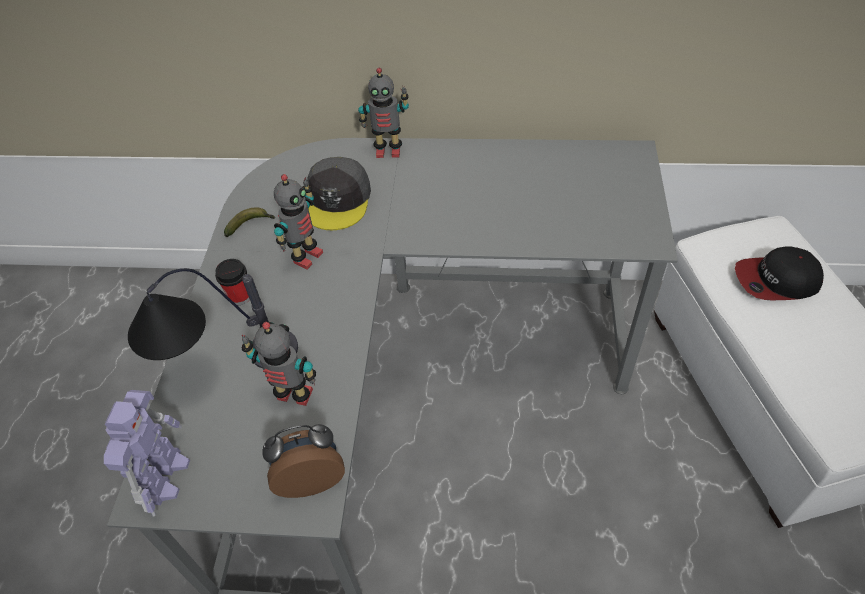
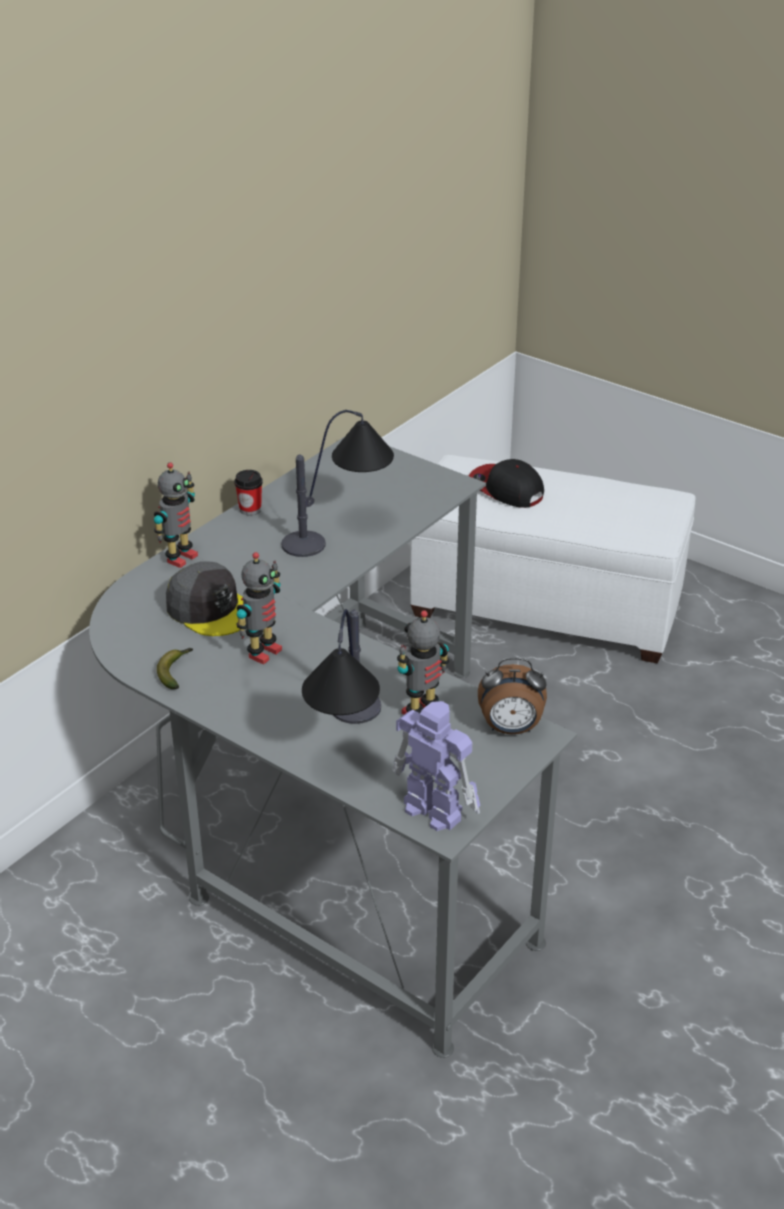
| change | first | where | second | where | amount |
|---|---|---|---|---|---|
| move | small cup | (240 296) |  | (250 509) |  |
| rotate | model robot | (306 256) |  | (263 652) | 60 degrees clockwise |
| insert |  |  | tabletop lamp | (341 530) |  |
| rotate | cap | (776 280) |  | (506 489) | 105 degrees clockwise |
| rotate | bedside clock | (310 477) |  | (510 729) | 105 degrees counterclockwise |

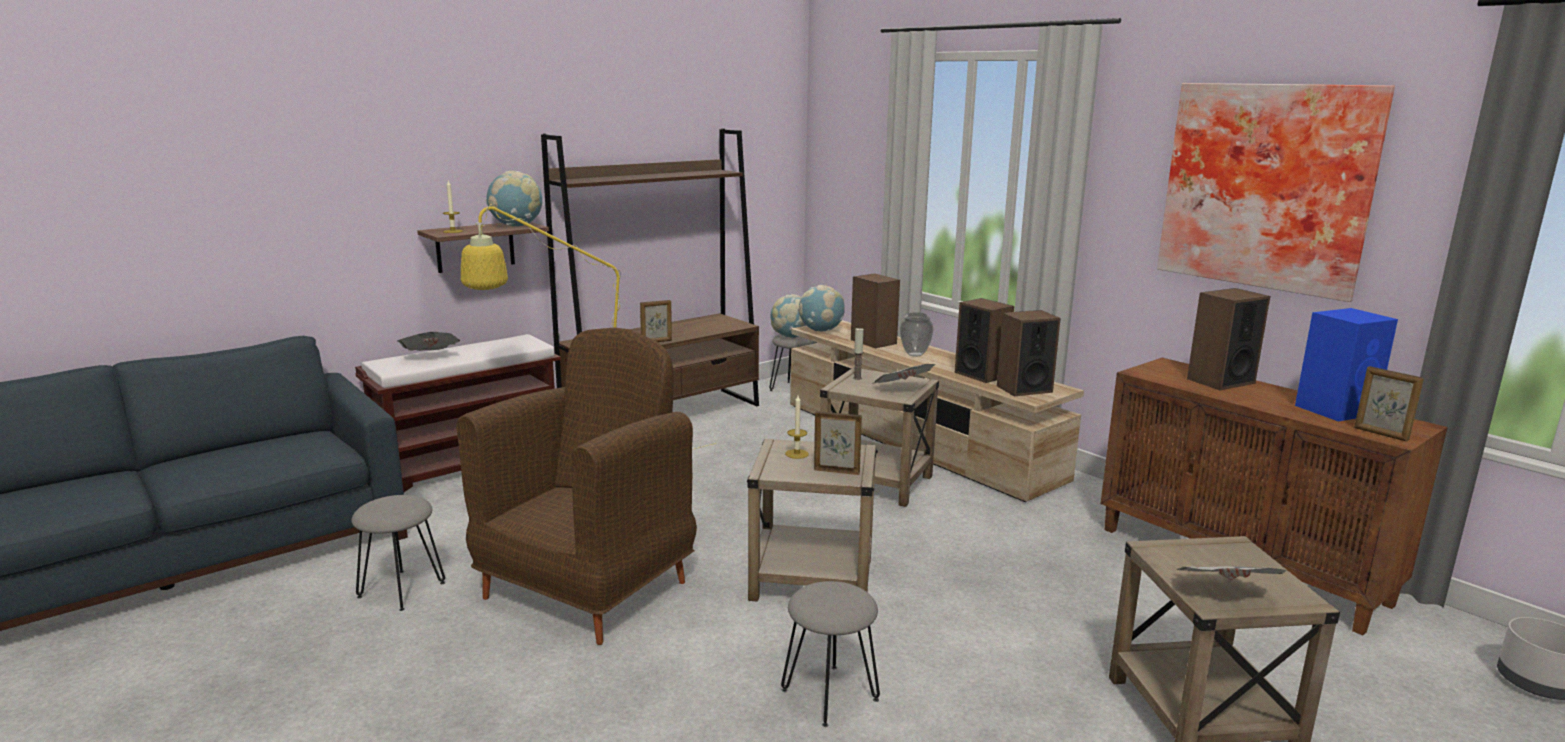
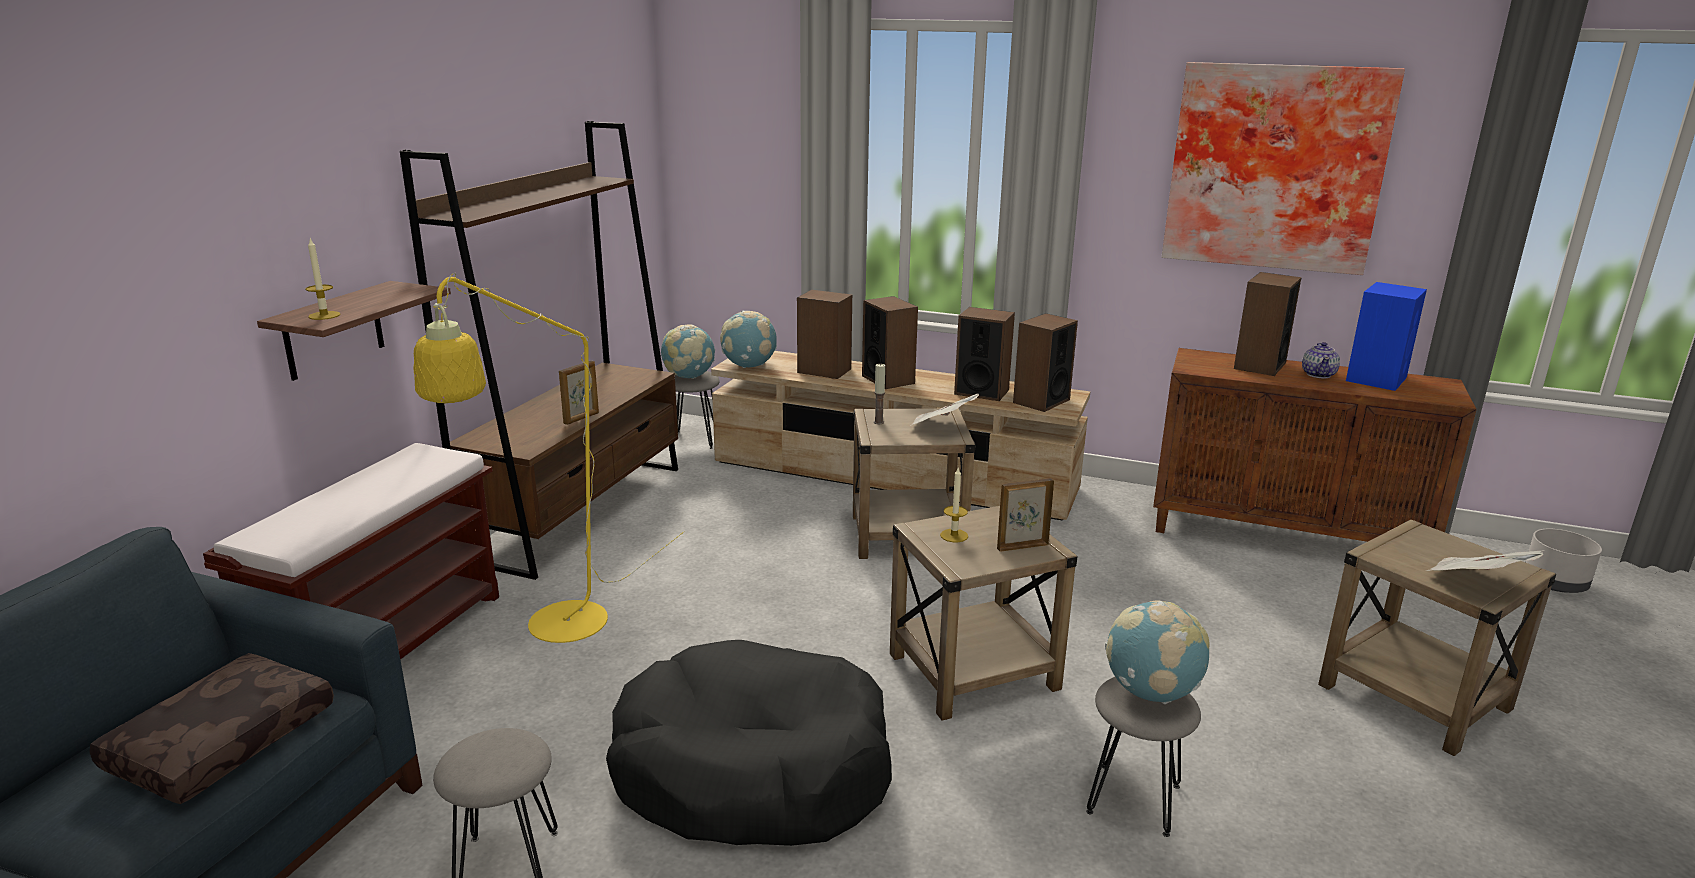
| change | first | where | second | where | amount |
|---|---|---|---|---|---|
| insert |  |  | throw pillow (brown) | (222 741) |  |
| replace | lounge chair (brown) | (588 588) | pet bed (blackish) | (752 771) |  |
| replace | vase | (915 355) | audio speaker | (888 379) |  |
| move | world globe | (516 226) |  | (1151 692) |  |
| insert |  |  | teapot | (1318 374) |  |
| delete | printed paper | (431 357) |  |  |  |
| delete | photo frame | (1380 434) |  |  |  |

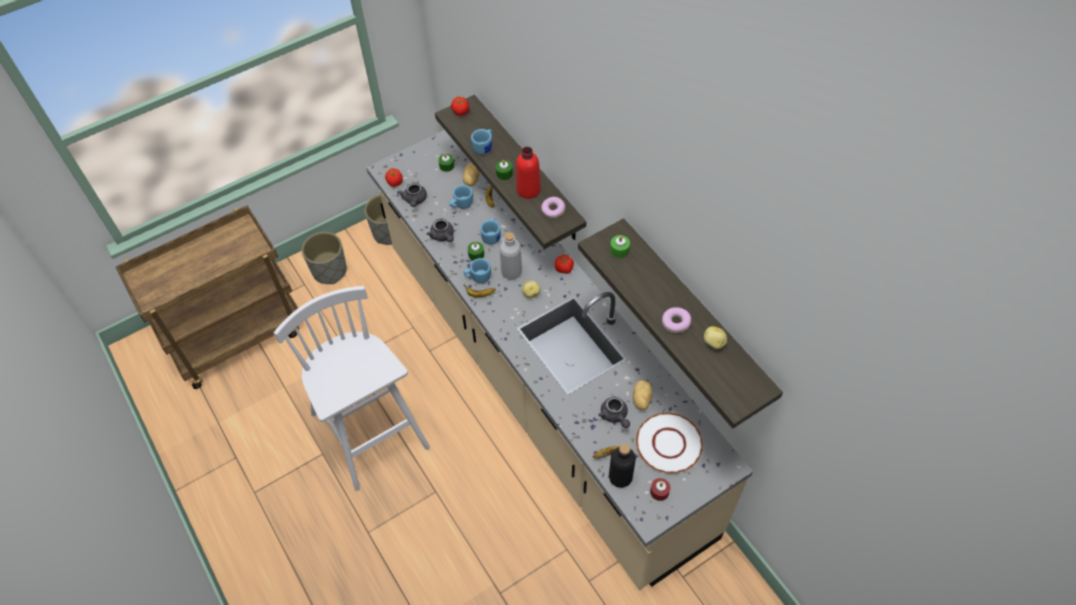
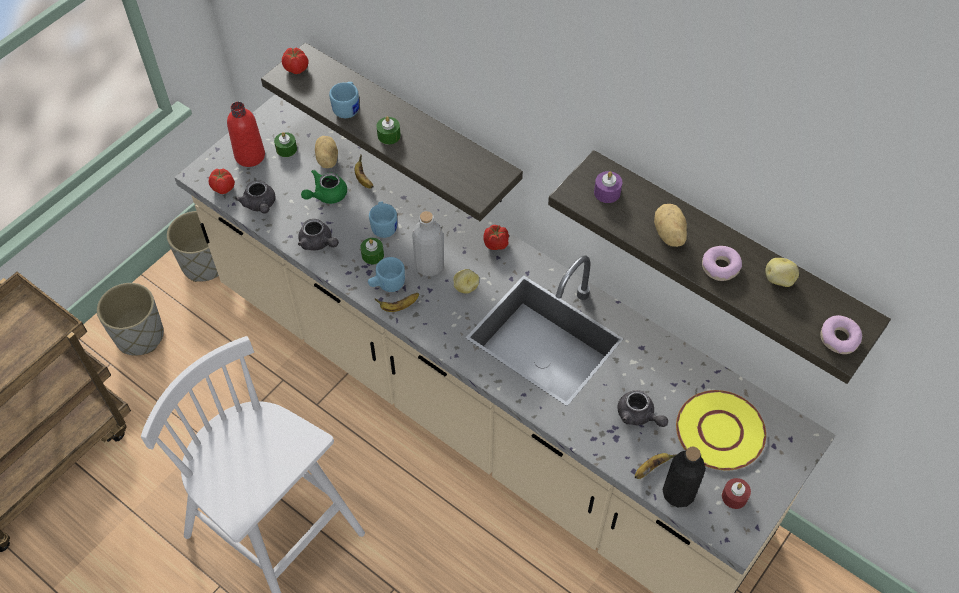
| change | first | where | second | where | amount |
|---|---|---|---|---|---|
| move | drink bottle (reddish) | (528 189) |  | (250 156) |  |
| replace | mug (blue) | (461 204) | teapot (green-coloured) | (326 195) |  |
| recolor | wax candle (green-coloured) | (619 250) | wax candle (purple) | (607 192) |  |
| move | potato | (641 400) |  | (668 235) |  |
| recolor | flat dish (whitish) | (669 443) | flat dish (yellow-coloured) | (720 431) |  |
| move | donut | (553 210) |  | (839 338) |  |

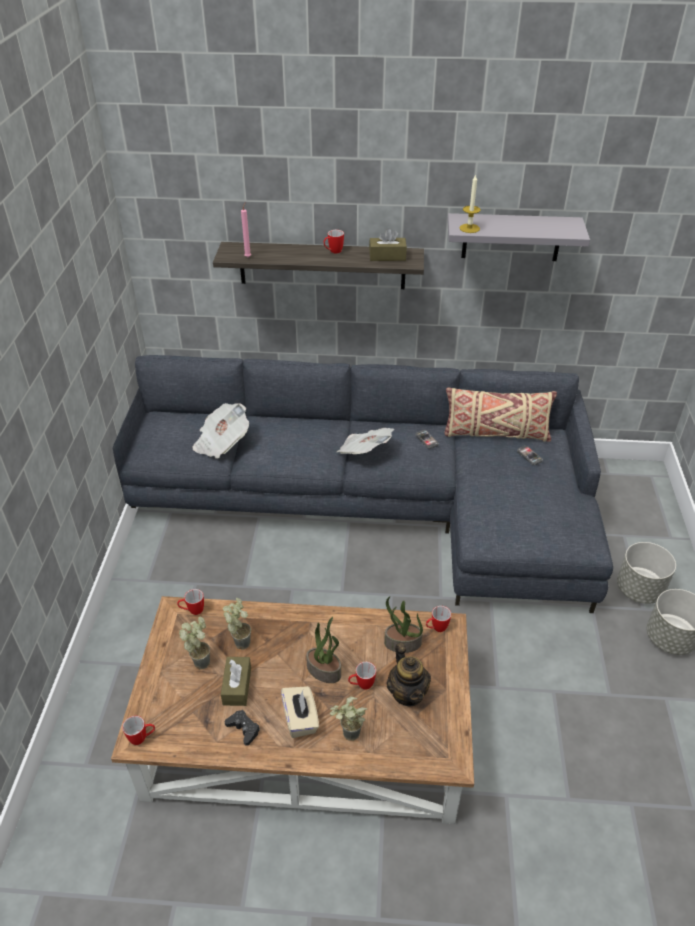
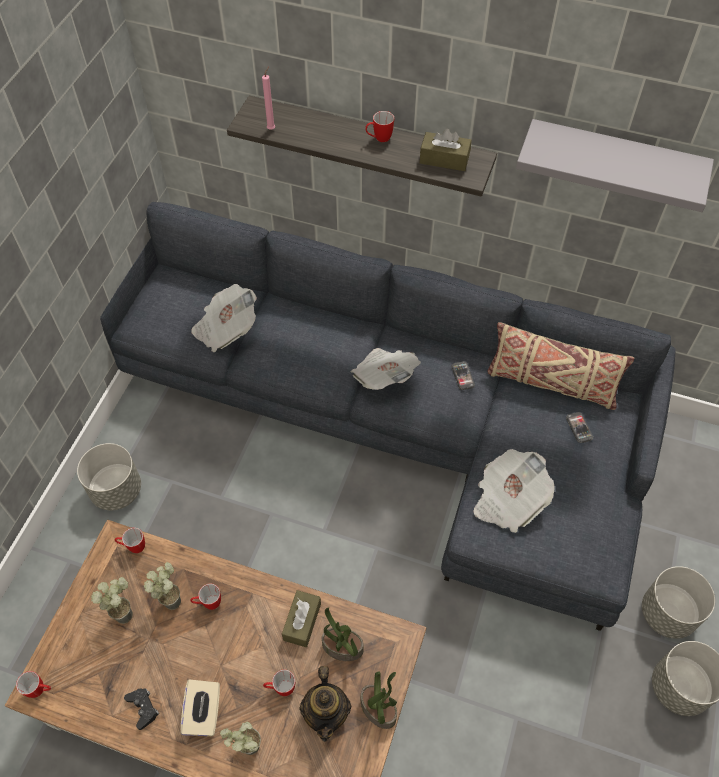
| change | first | where | second | where | amount |
|---|---|---|---|---|---|
| insert |  |  | flower pot (gray) | (116 490) |  |
| move | mug | (436 628) |  | (208 603) |  |
| move | box of tissues (brown) | (237 686) |  | (302 622) |  |
| move | potted plant | (324 670) |  | (379 709) |  |
| insert |  |  | printed paper | (508 500) |  |
| delete | wax candle | (469 228) |  |  |  |

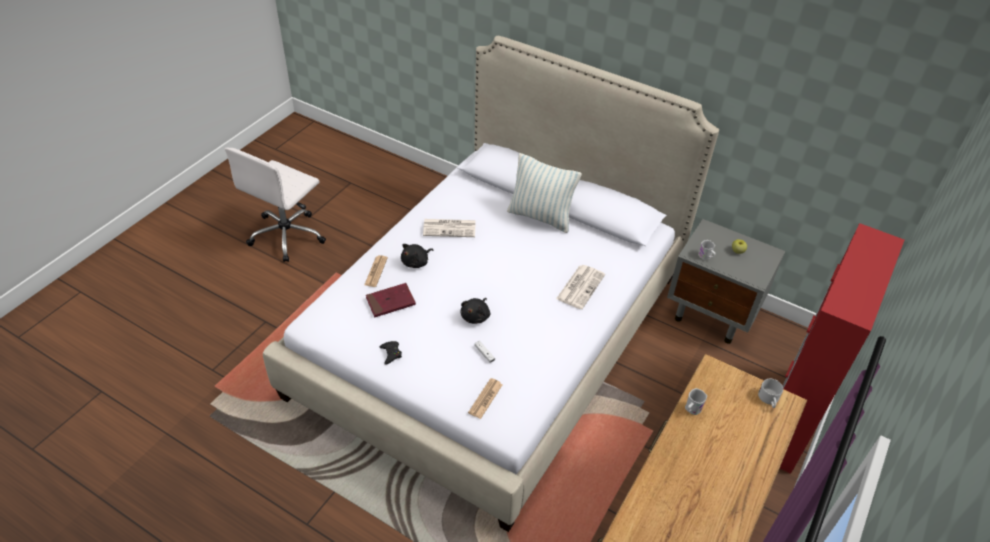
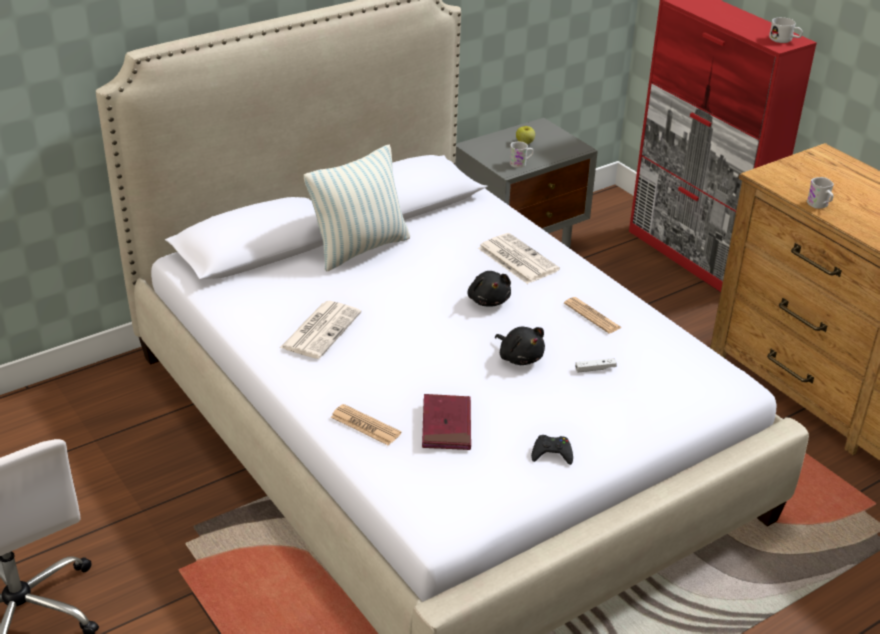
| change | first | where | second | where | amount |
|---|---|---|---|---|---|
| move | plush toy (blackish) | (416 262) |  | (488 300) |  |
| move | printed paper | (485 398) |  | (592 316) |  |
| move | mug (whitish) | (769 400) |  | (784 40) |  |

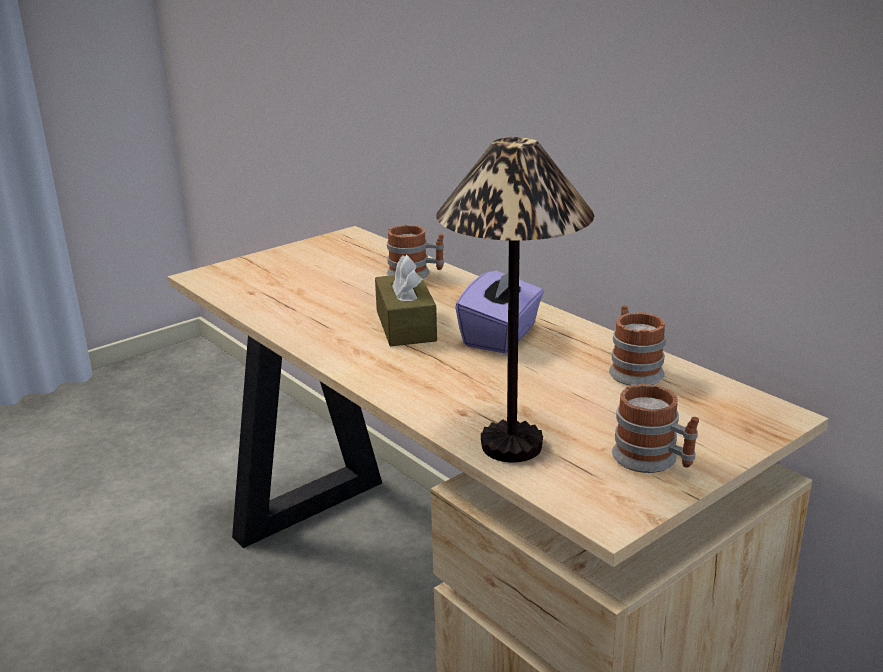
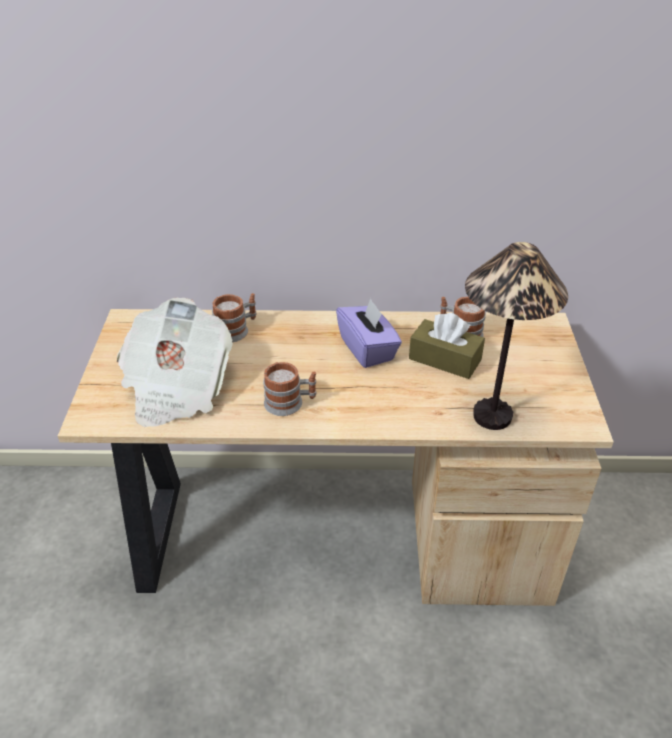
| change | first | where | second | where | amount |
|---|---|---|---|---|---|
| insert |  |  | printed paper | (176 387) |  |
| move | mug | (653 460) |  | (290 403) |  |
| move | box of tissues (brown) | (405 326) |  | (445 359) |  |

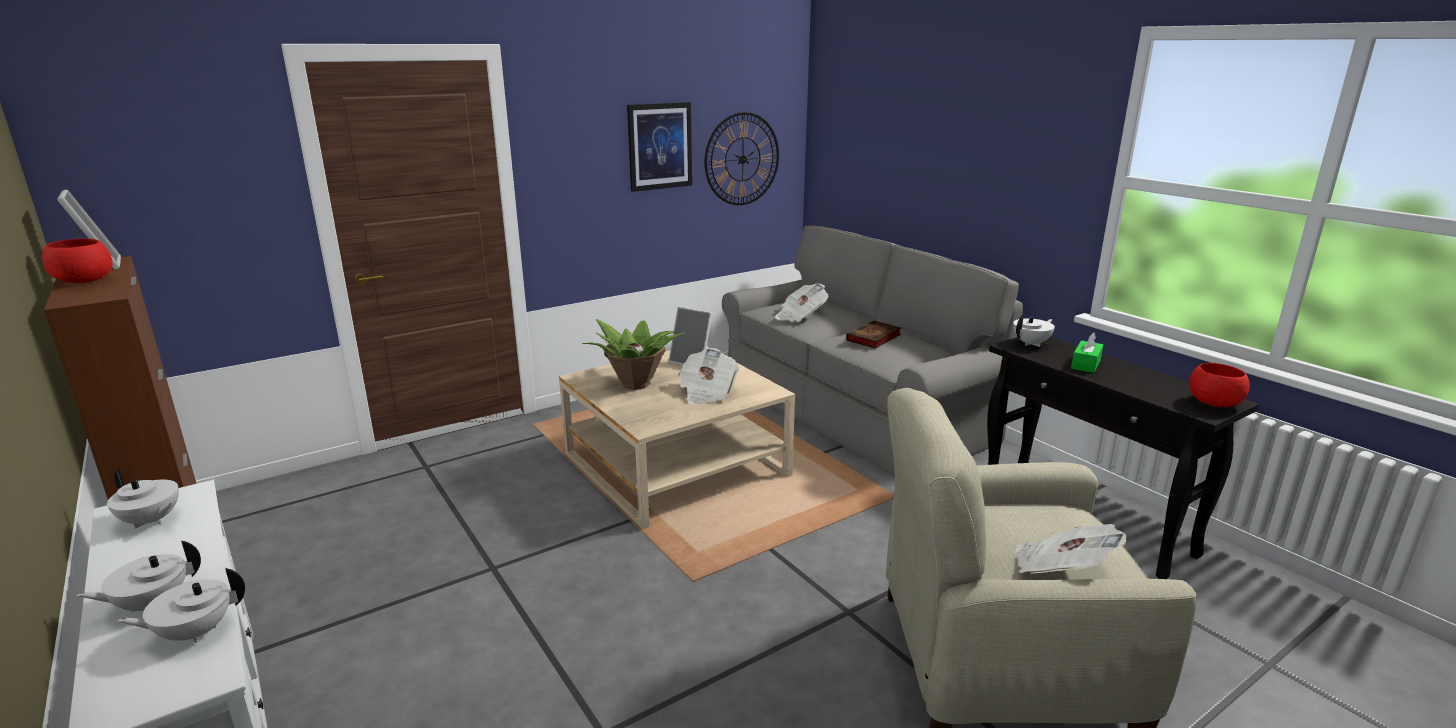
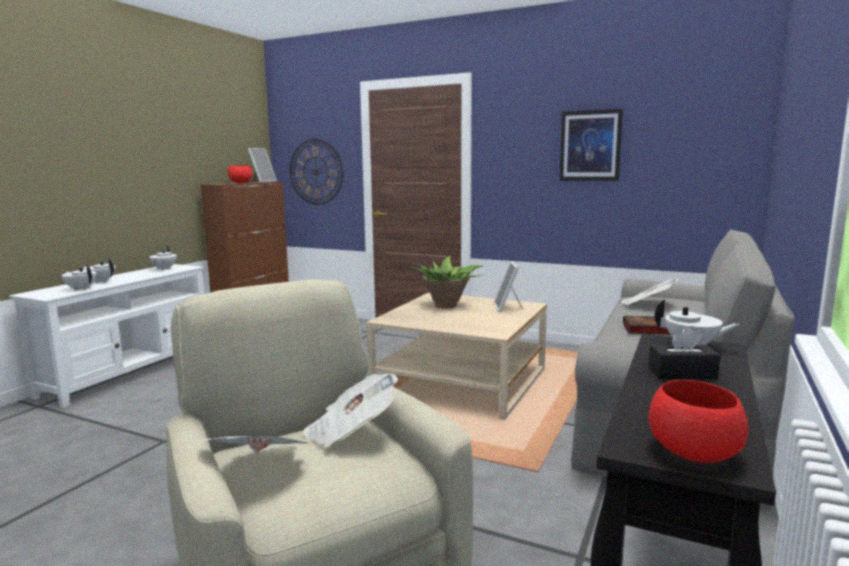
| change | first | where | second | where | amount |
|---|---|---|---|---|---|
| move | clock on the wall | (742 159) |  | (316 172) |  |
| move | printed paper | (707 392) |  | (351 432) |  |
| recolor | box of tissues (green-coloured) | (1085 364) | box of tissues (blackish) | (682 373) |  |

